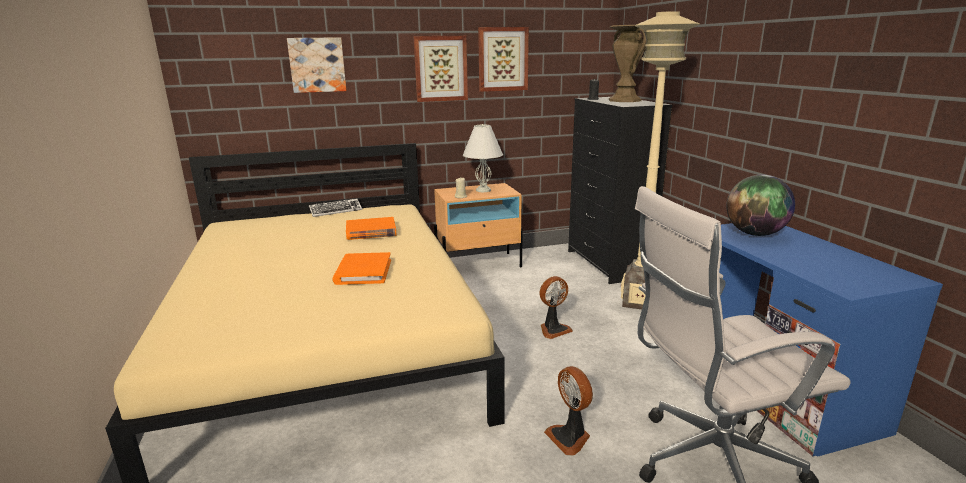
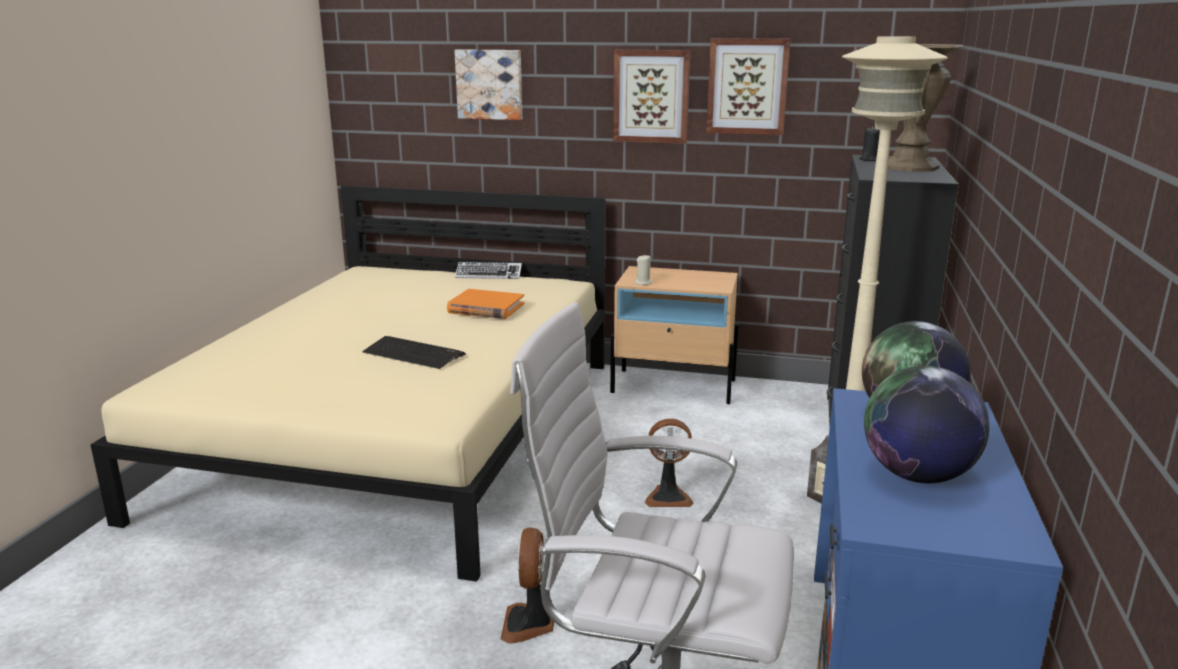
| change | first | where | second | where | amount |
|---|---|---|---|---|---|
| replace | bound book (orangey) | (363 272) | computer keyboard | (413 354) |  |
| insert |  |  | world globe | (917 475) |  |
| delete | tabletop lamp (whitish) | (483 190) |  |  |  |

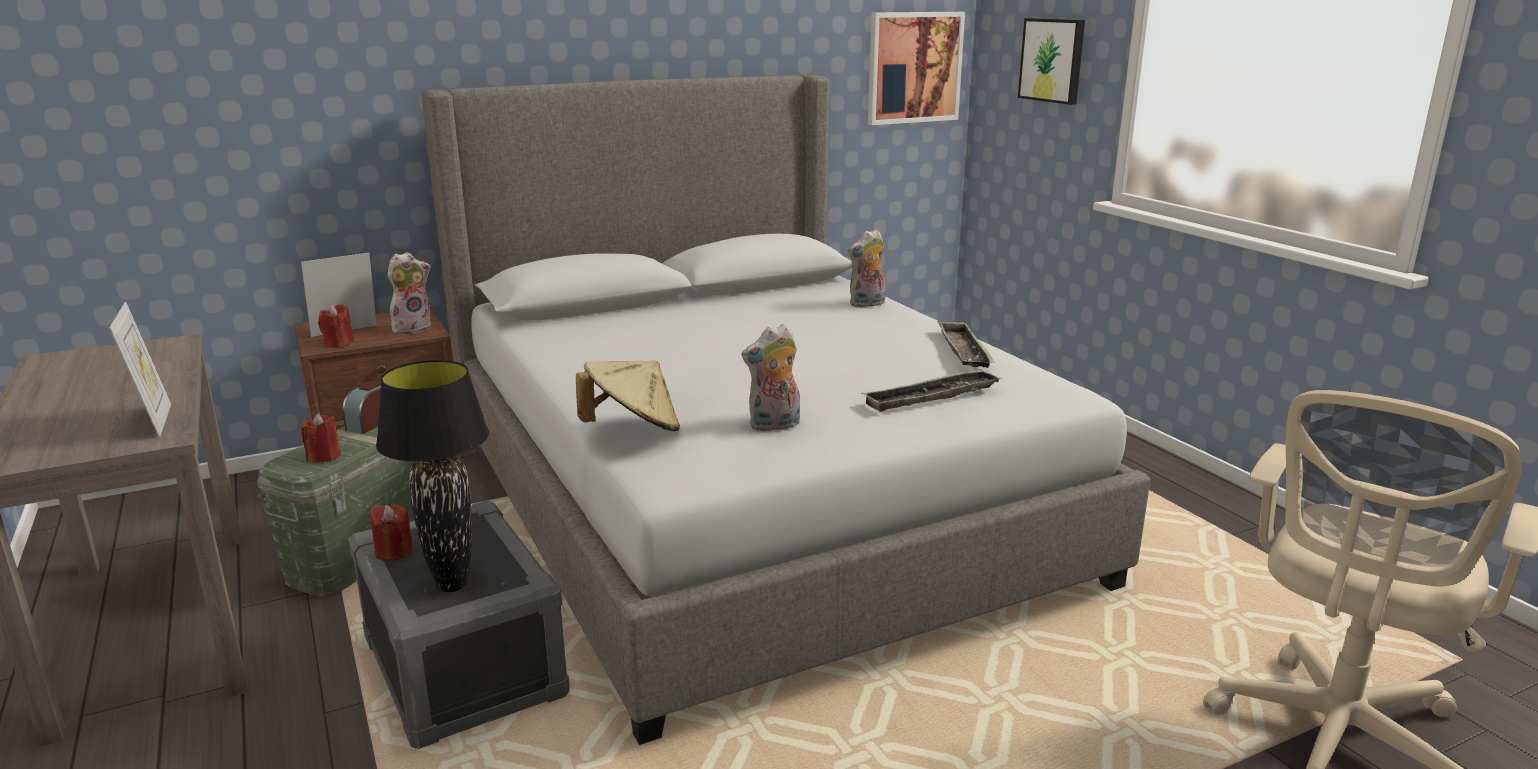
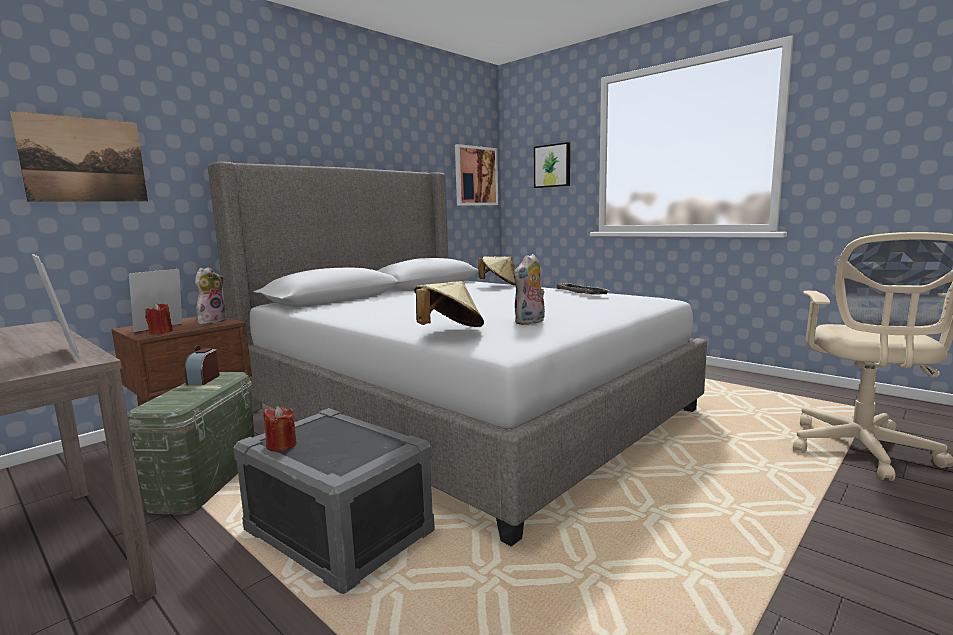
| change | first | where | second | where | amount |
|---|---|---|---|---|---|
| insert |  |  | wall picture | (84 160) |  |
| replace | plush toy | (867 304) | wearable hat (beige) | (500 285) |  |
| delete | wax candle (reddish) | (324 456) |  |  |  |
| delete | tabletop lamp (blackish) | (453 585) |  |  |  |
| delete | serving tray | (931 397) |  |  |  |

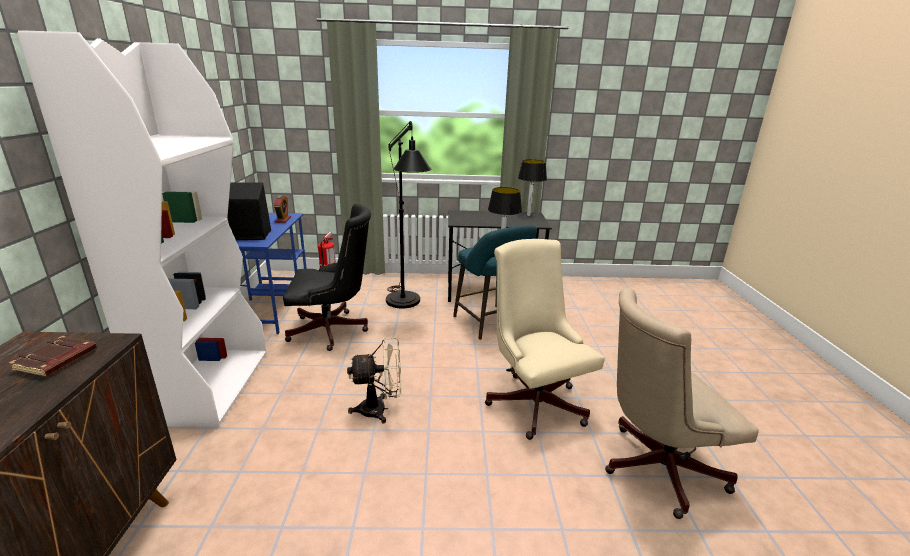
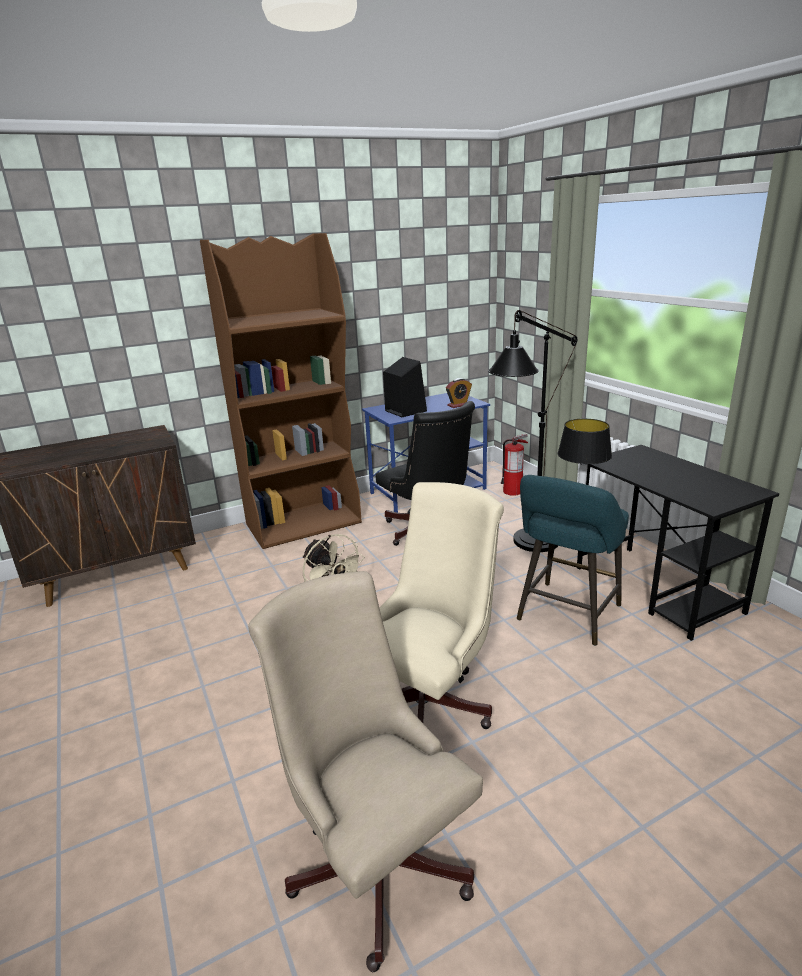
| change | first | where | second | where | amount |
|---|---|---|---|---|---|
| recolor | bookcase (whitish) | (210 385) | bookcase (brown) | (304 523) |  |
| delete | bound book (brown) | (56 361) |  |  |  |
| delete | tabletop lamp | (529 215) |  |  |  |

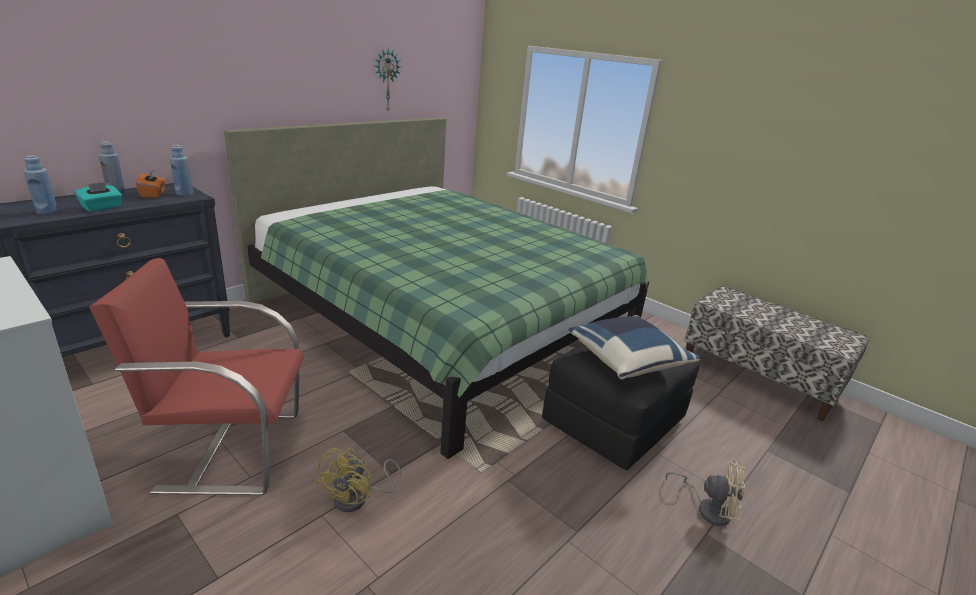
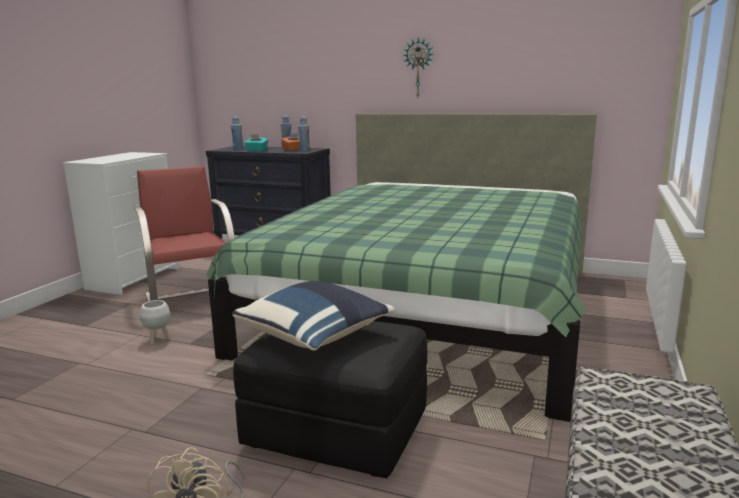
| change | first | where | second | where | amount |
|---|---|---|---|---|---|
| replace | cooling fan (yellow-coloured) | (358 498) | flower pot (whitish) | (158 340) |  |
| move | clock on the wall | (386 80) |  | (418 68) |  |

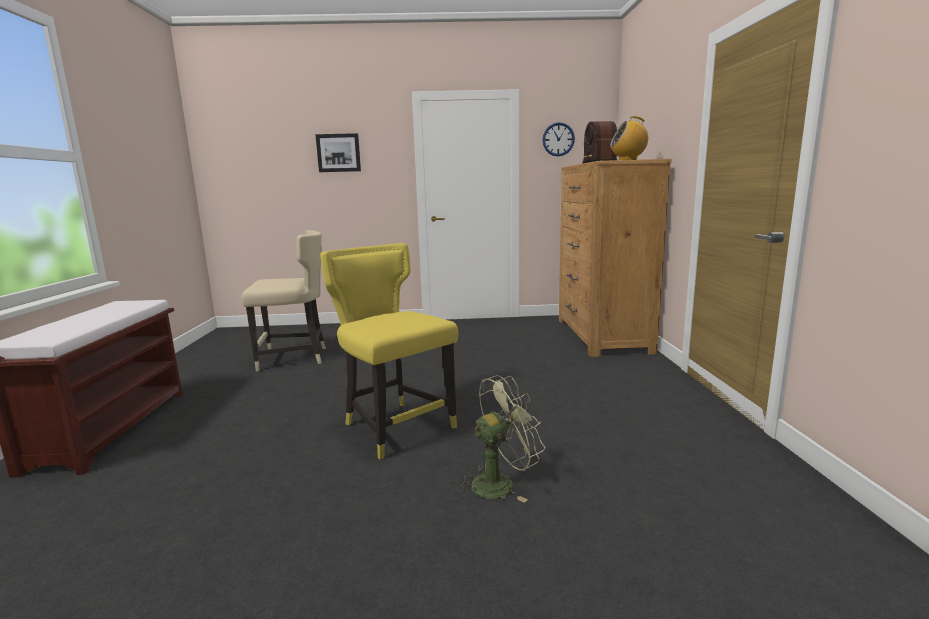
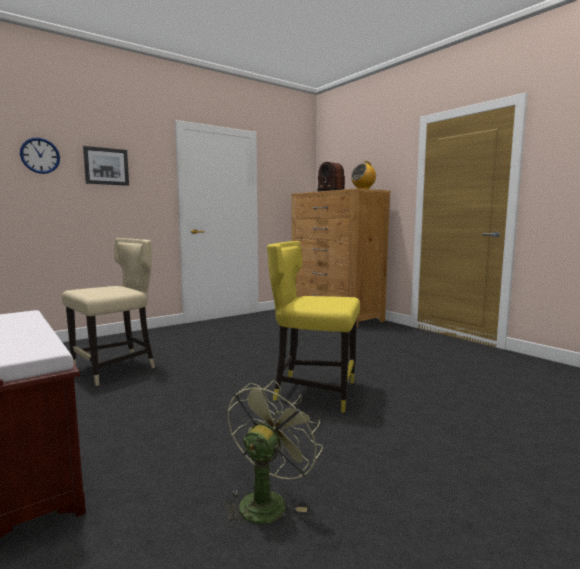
| change | first | where | second | where | amount |
|---|---|---|---|---|---|
| move | clock on the wall | (558 139) |  | (40 155) |  |
| move | cooling fan (green-coloured) | (500 483) |  | (266 500) |  |

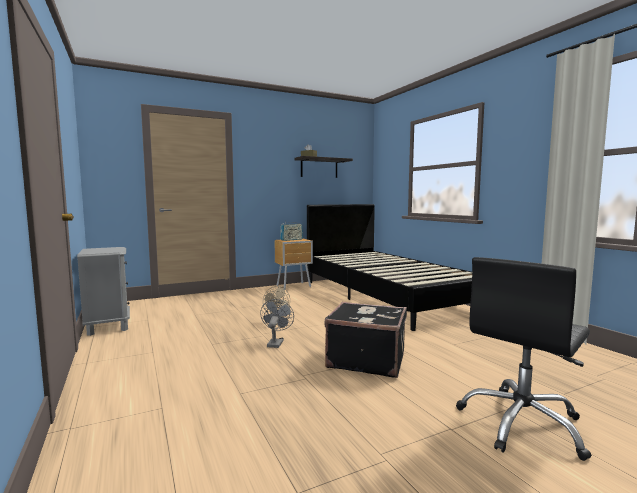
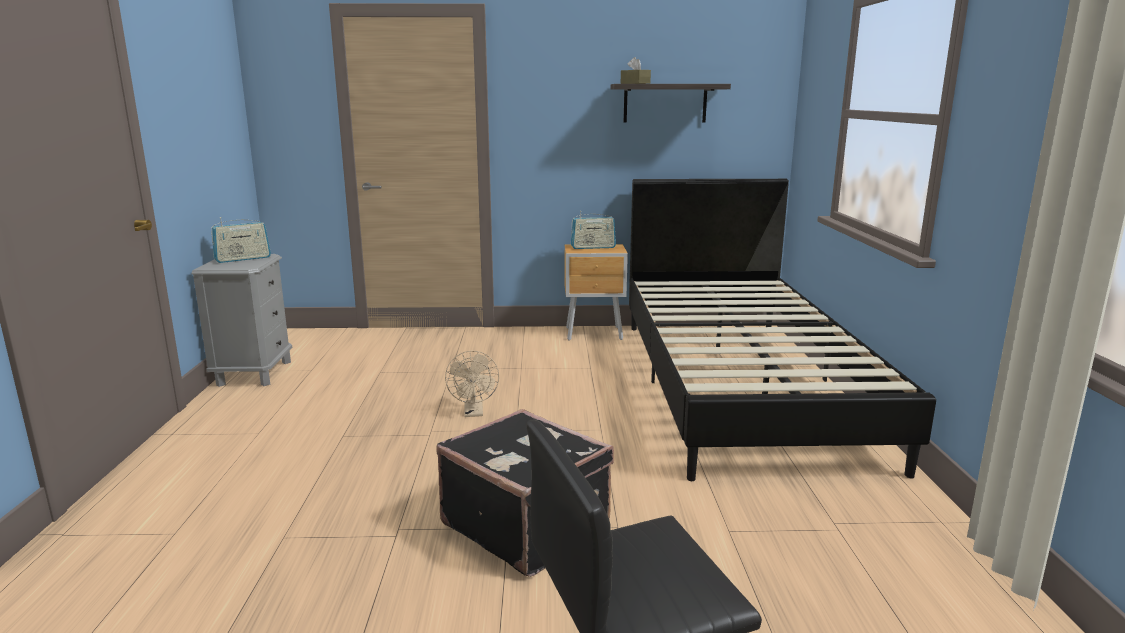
| change | first | where | second | where | amount |
|---|---|---|---|---|---|
| insert |  |  | radio receiver | (243 259) |  |
| delete | cooling fan (gray) | (276 342) |  |  |  |

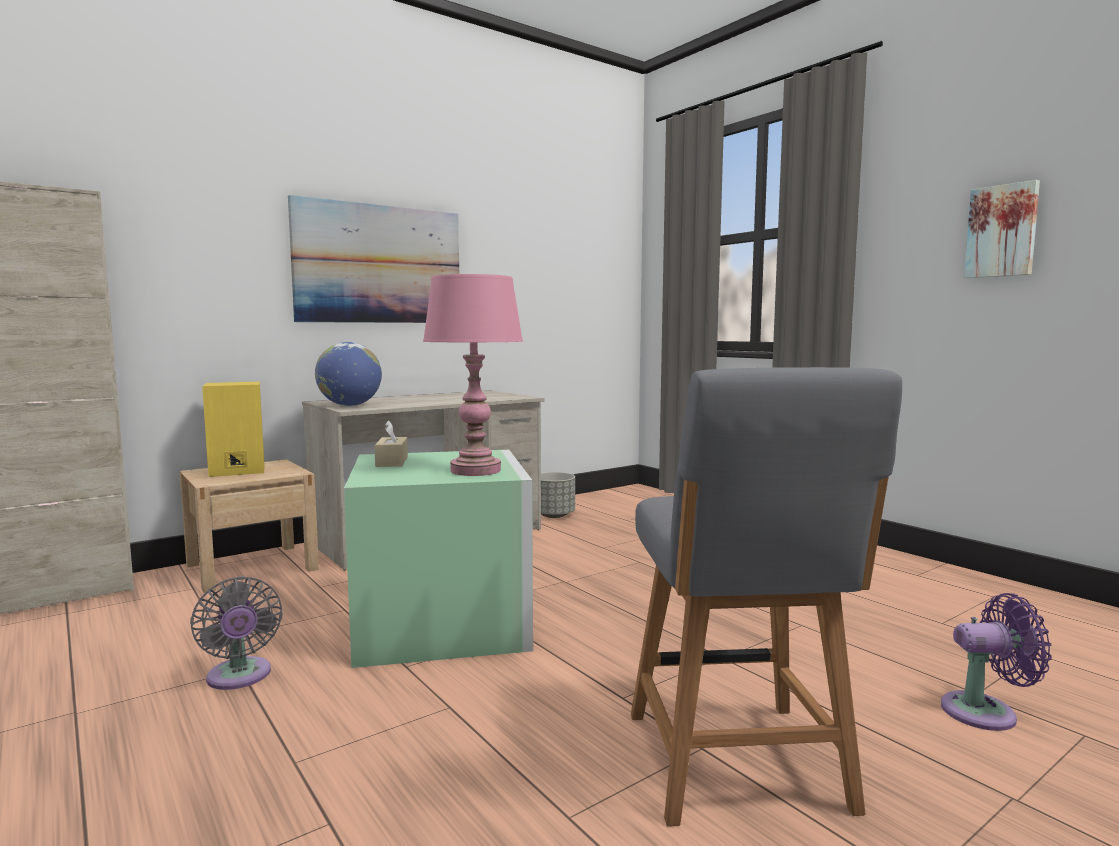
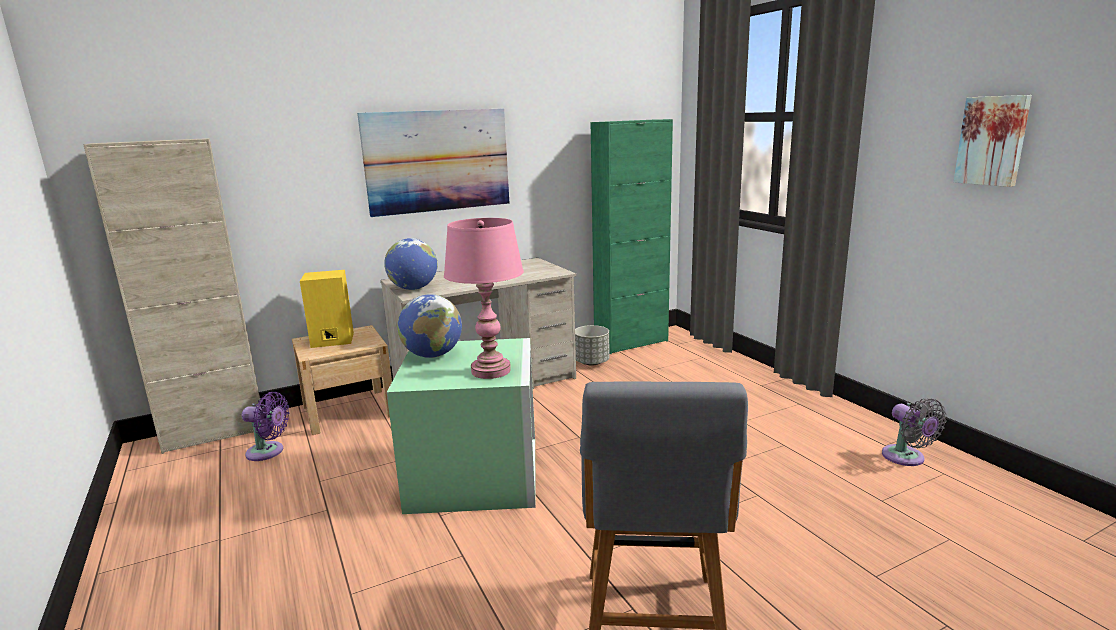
| change | first | where | second | where | amount |
|---|---|---|---|---|---|
| move | cooling fan (purple) | (986 712) |  | (268 452) |  |
| replace | box of tissues (beige) | (392 462) | world globe | (432 355) |  |
| insert |  |  | cabinet (green-coloured) | (631 343) |  |
| move | cooling fan (gray) | (239 677) |  | (906 458) |  |

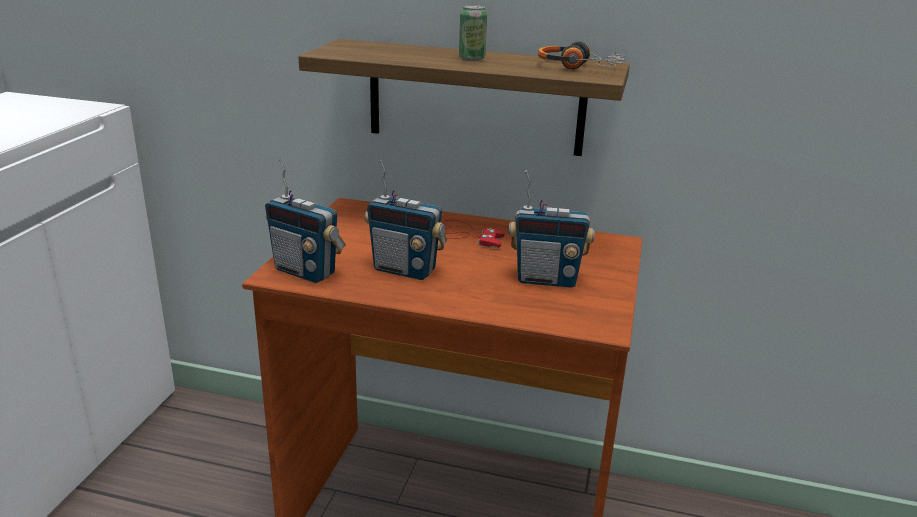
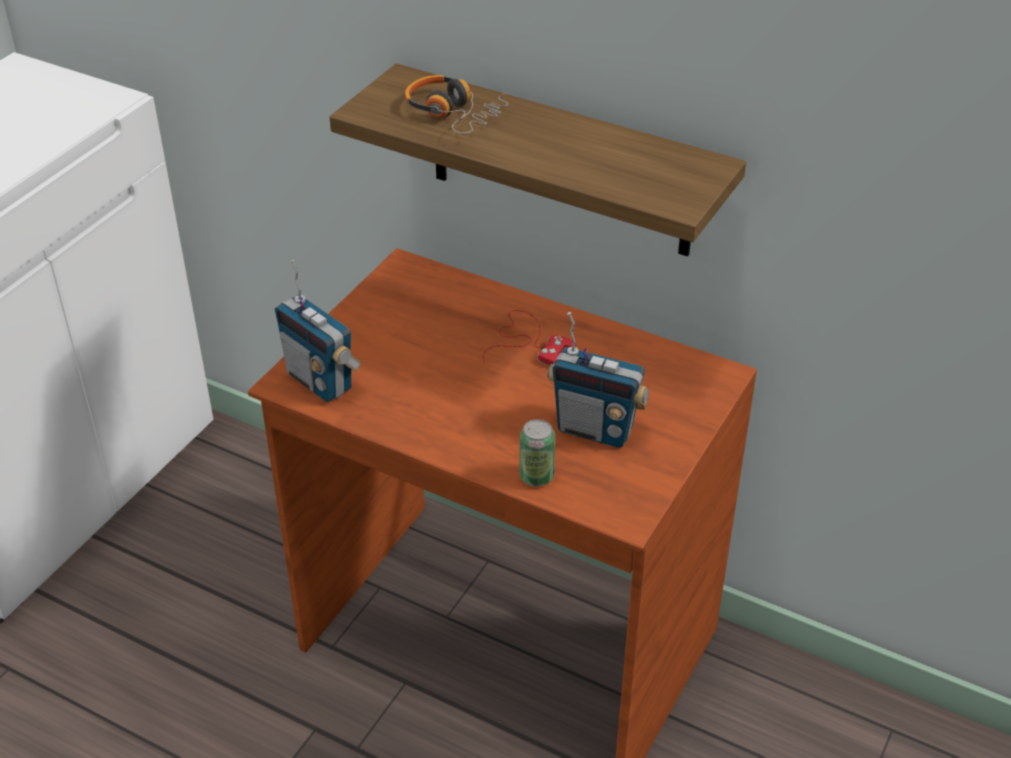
| change | first | where | second | where | amount |
|---|---|---|---|---|---|
| move | headphones | (580 67) |  | (454 113) |  |
| move | sealed can | (471 59) |  | (536 476) |  |
| delete | radio receiver | (405 270) |  |  |  |

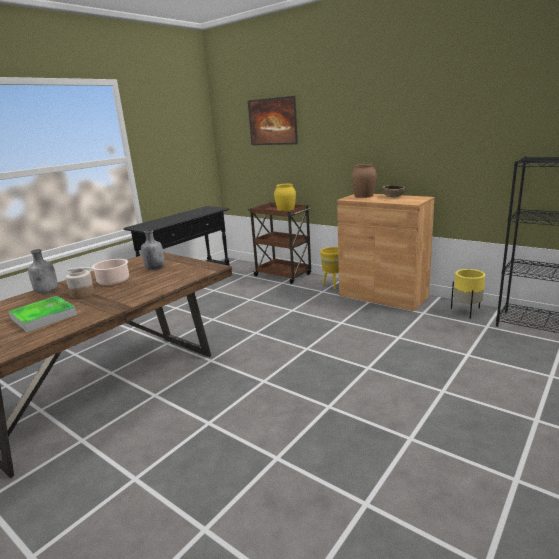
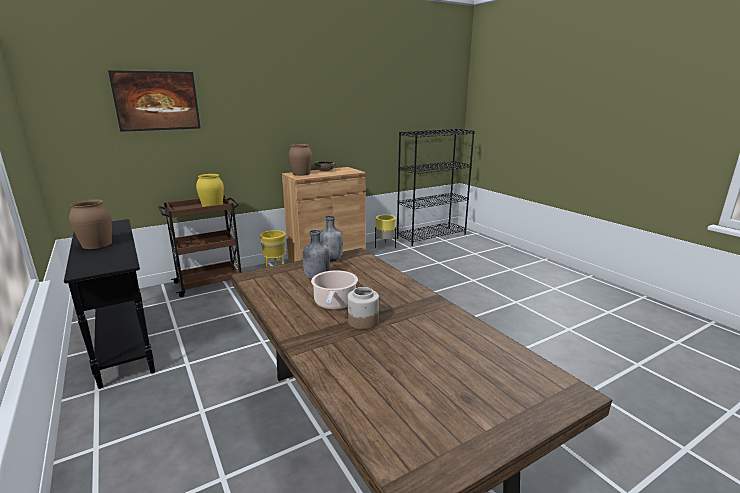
| change | first | where | second | where | amount |
|---|---|---|---|---|---|
| insert |  |  | vase (brown) | (97 244) |  |
| move | drink bottle (gray) | (47 291) |  | (331 259) |  |
| delete | serving tray | (43 317) |  |  |  |

